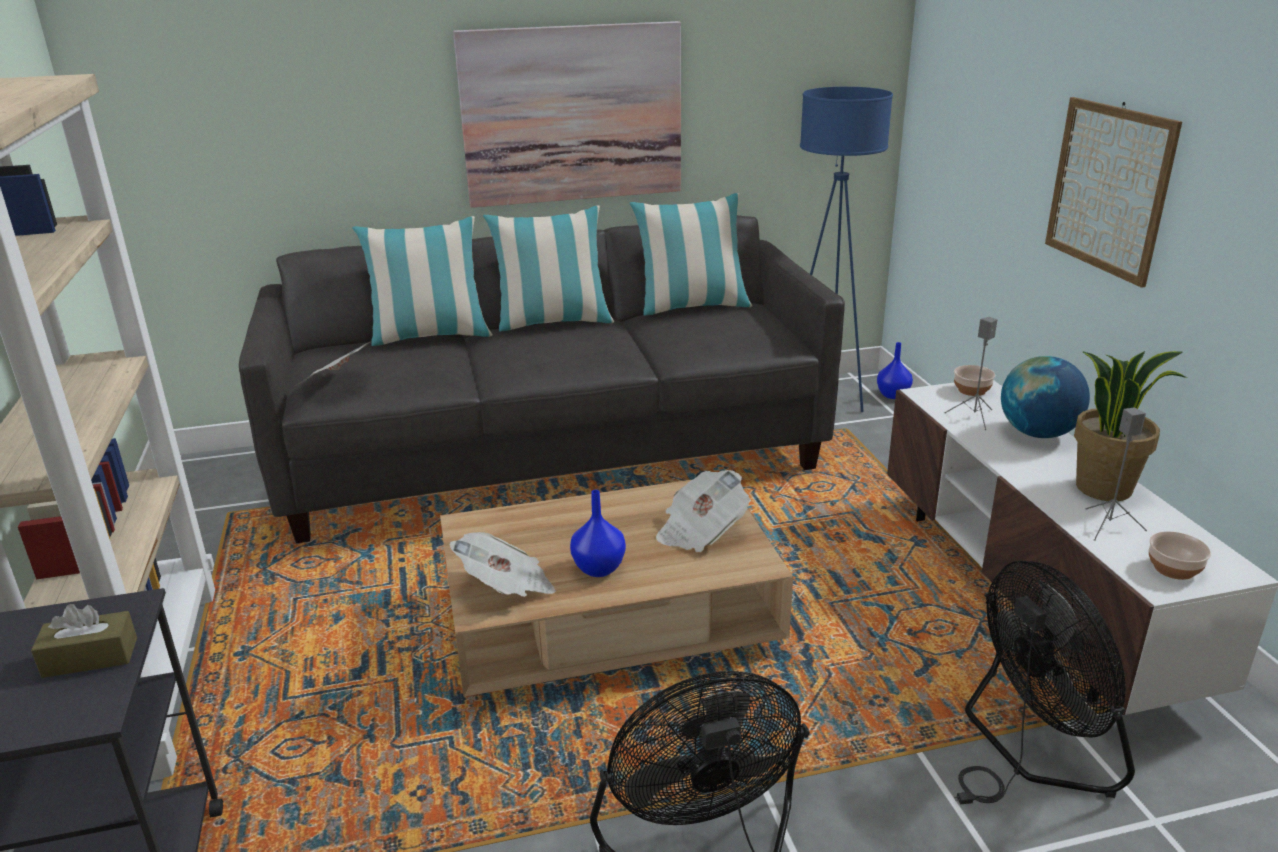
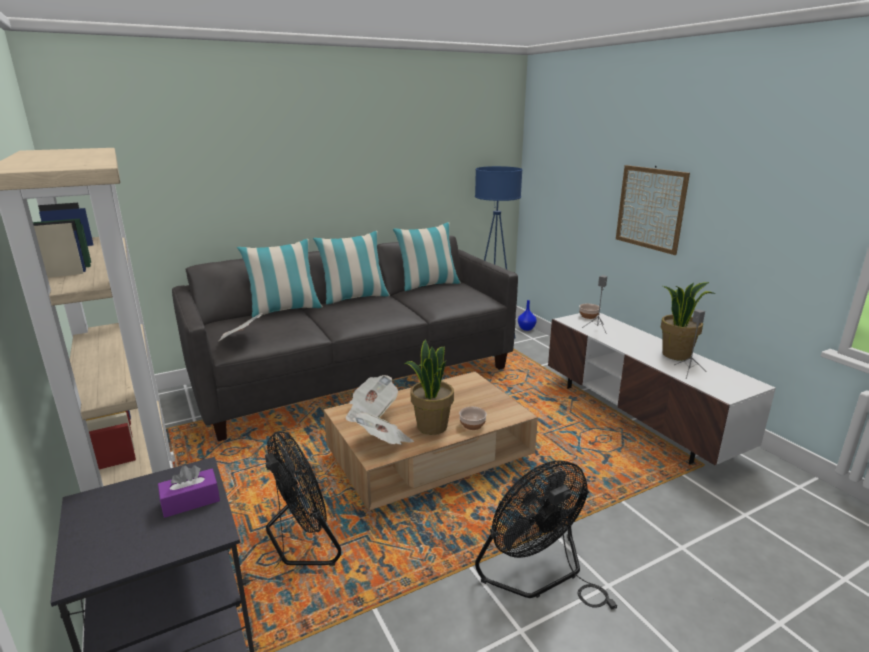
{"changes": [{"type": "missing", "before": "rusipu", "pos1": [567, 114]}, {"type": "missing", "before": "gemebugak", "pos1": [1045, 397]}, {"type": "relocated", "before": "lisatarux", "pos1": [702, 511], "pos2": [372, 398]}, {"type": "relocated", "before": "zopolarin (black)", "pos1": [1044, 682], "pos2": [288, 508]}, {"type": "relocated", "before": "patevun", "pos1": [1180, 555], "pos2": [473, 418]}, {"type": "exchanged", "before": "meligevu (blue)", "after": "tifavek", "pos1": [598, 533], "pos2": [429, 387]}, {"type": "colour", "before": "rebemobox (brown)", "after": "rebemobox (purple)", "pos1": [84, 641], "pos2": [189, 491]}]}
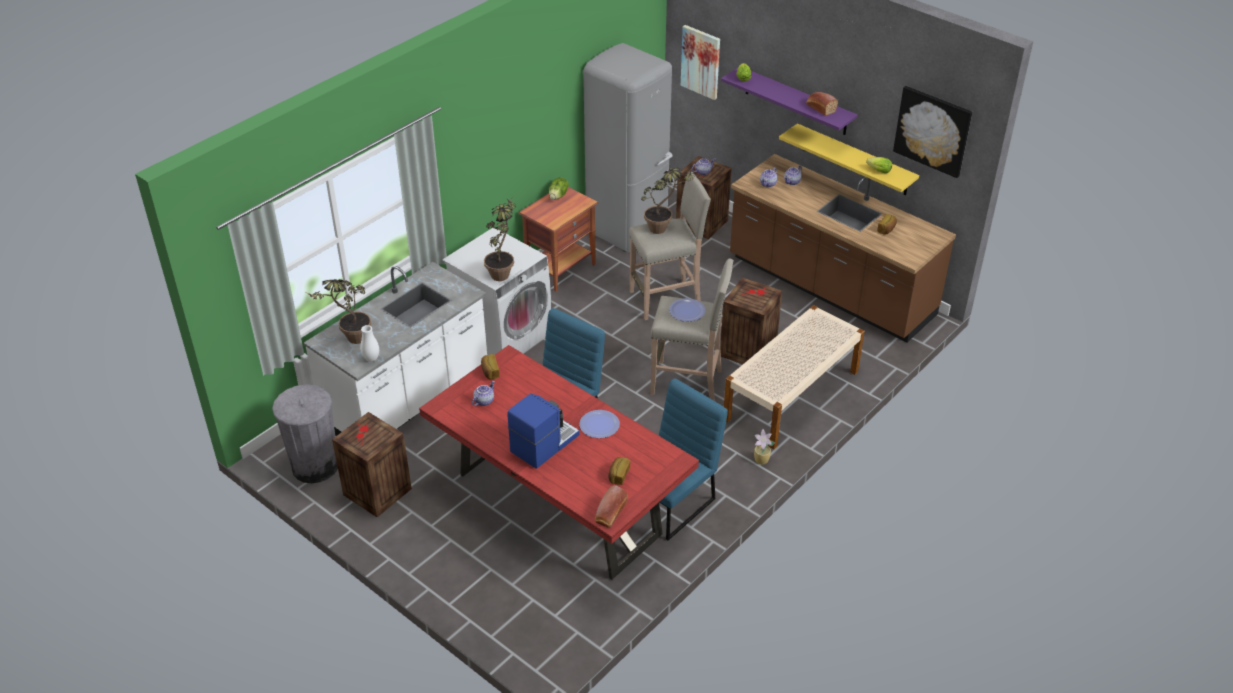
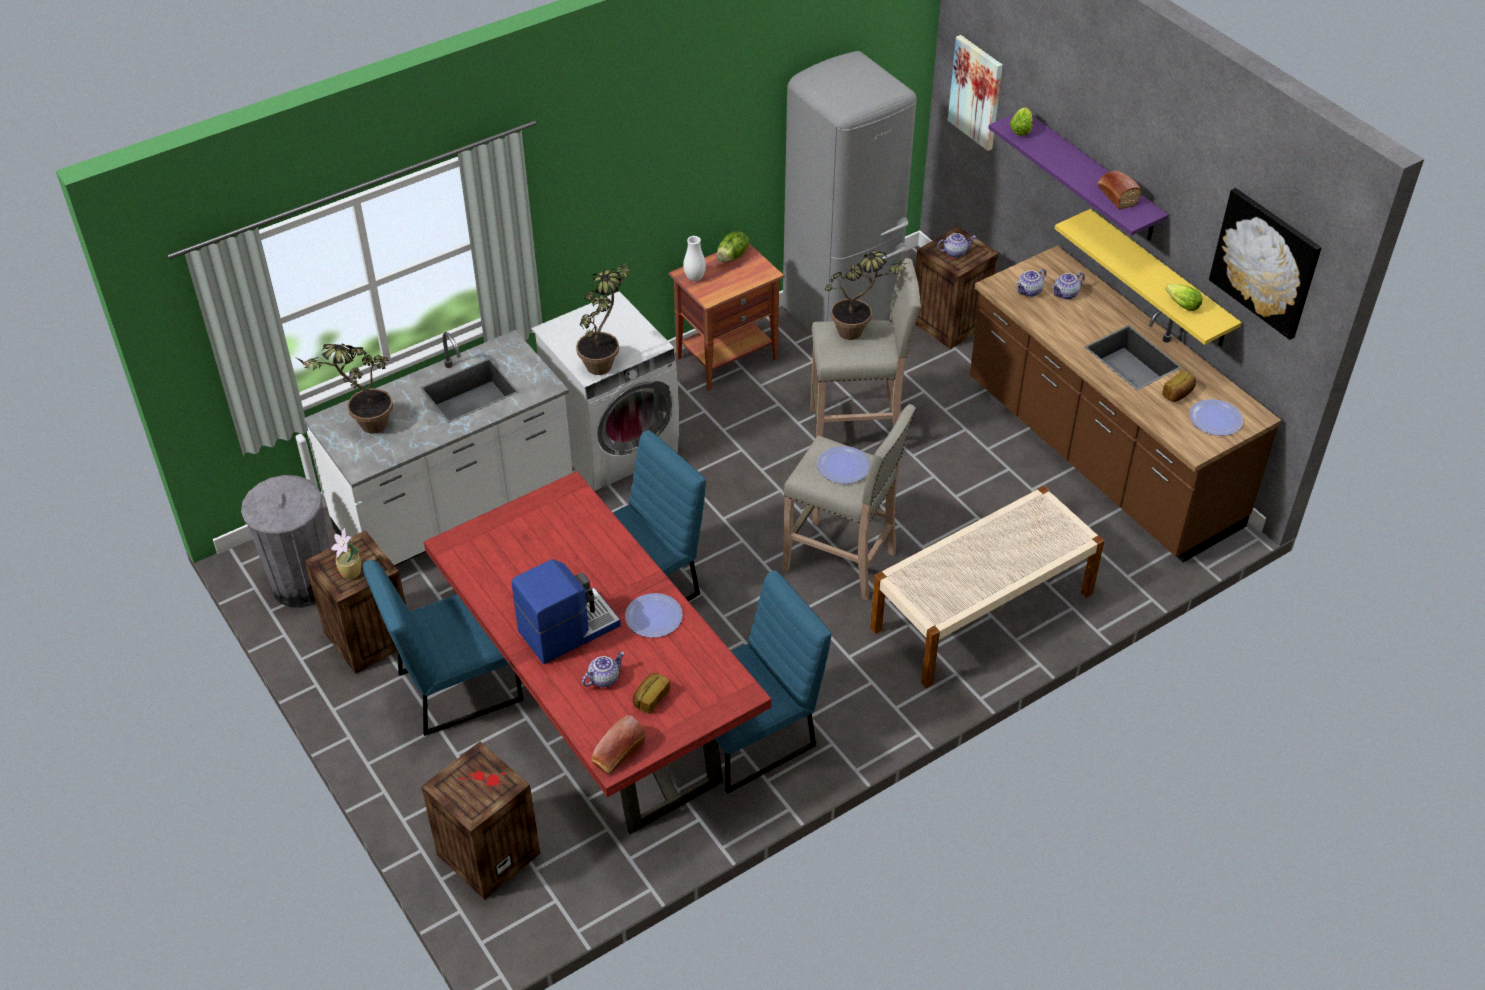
{"changes": [{"type": "missing", "before": "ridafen", "pos1": [490, 367]}, {"type": "appeared", "after": "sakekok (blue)", "pos2": [443, 648]}, {"type": "appeared", "after": "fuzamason", "pos2": [1216, 417]}, {"type": "relocated", "before": "meligevu (white)", "pos1": [369, 343], "pos2": [694, 258]}, {"type": "relocated", "before": "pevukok", "pos1": [483, 393], "pos2": [603, 669]}, {"type": "relocated", "before": "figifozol", "pos1": [751, 323], "pos2": [480, 820]}, {"type": "relocated", "before": "tifavek", "pos1": [764, 447], "pos2": [346, 553]}]}
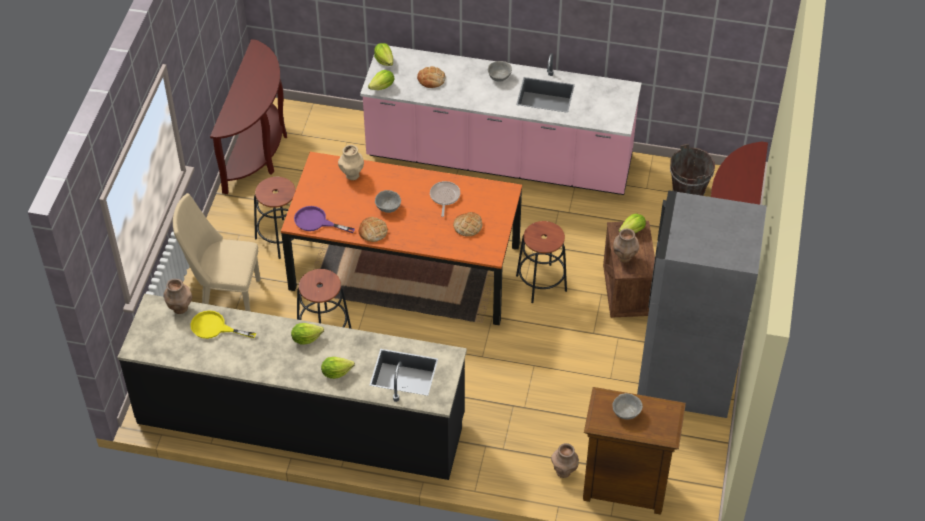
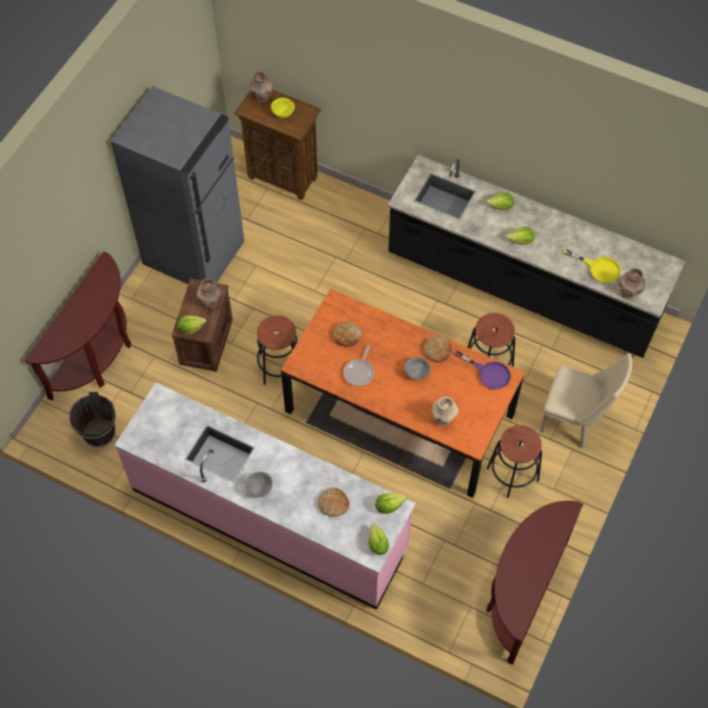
{"changes": [{"type": "relocated", "before": "meligevu (brown)", "pos1": [565, 460], "pos2": [261, 87]}, {"type": "colour", "before": "patevun (grey)", "after": "patevun (yellow)", "pos1": [627, 406], "pos2": [283, 108]}]}
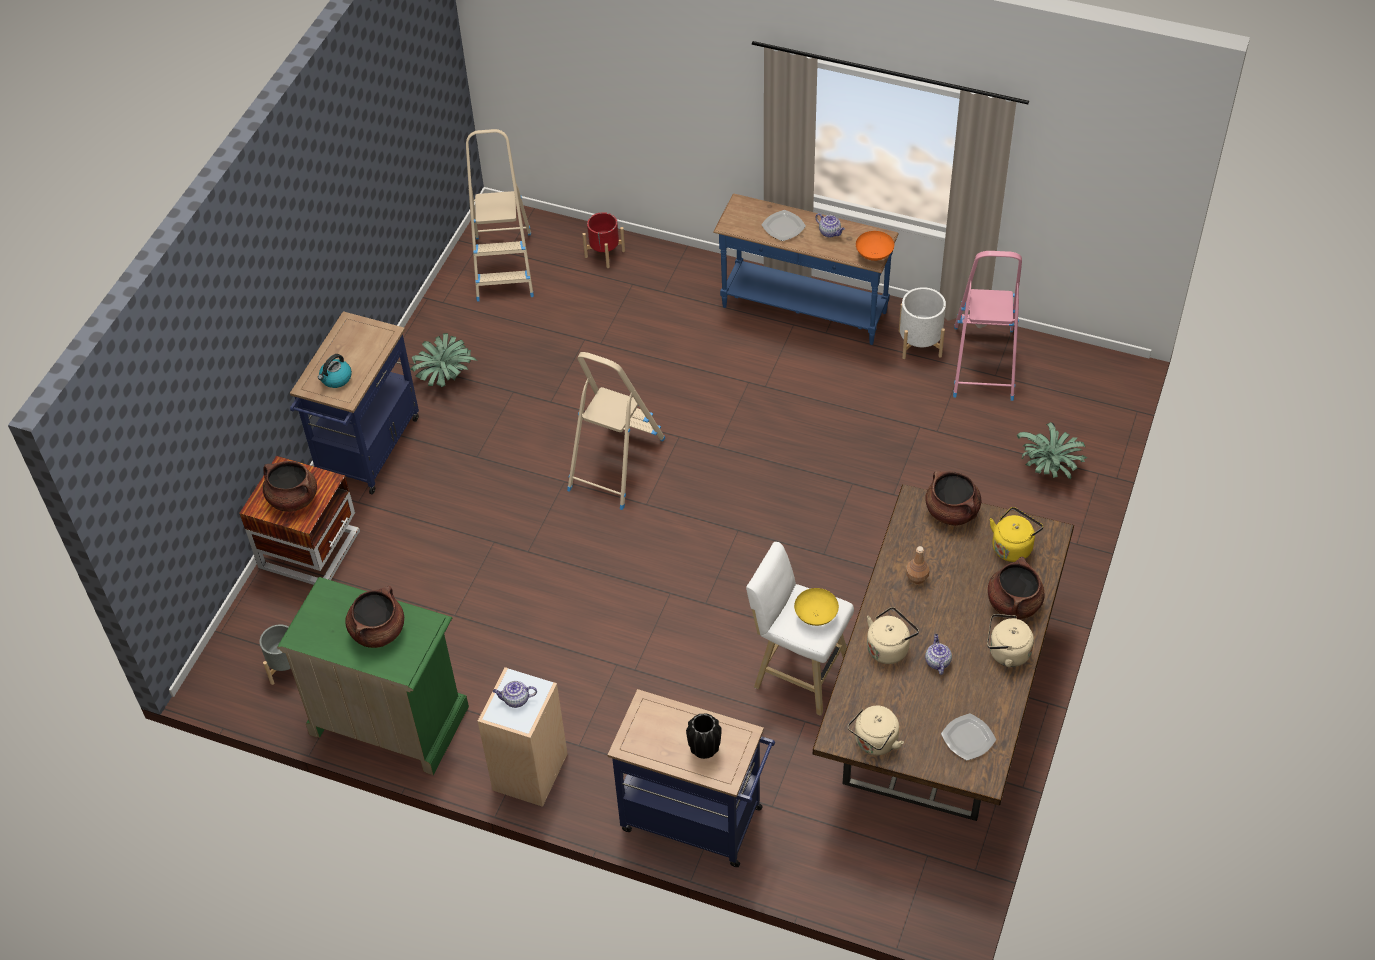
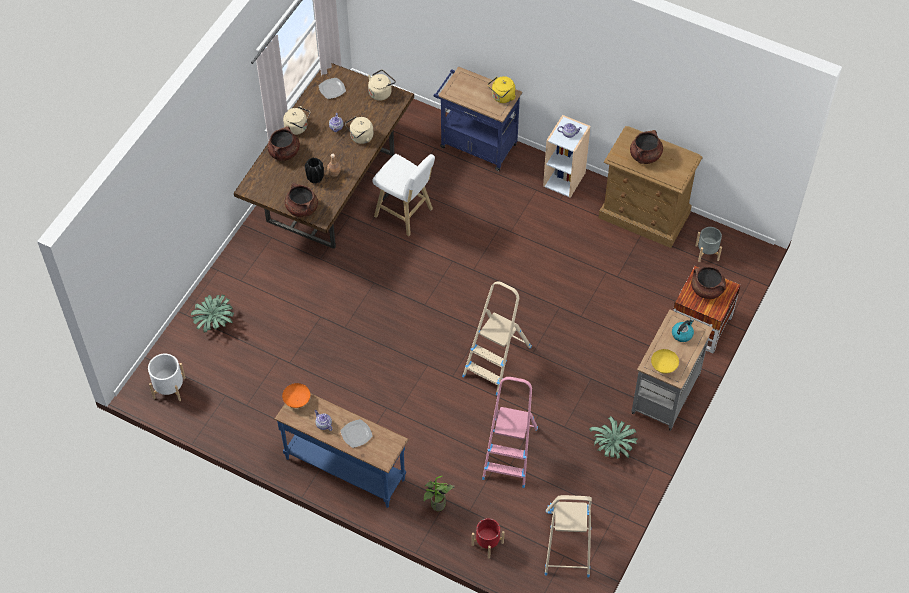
{"changes": [{"type": "appeared", "after": "tifavek", "pos2": [439, 493]}, {"type": "relocated", "before": "meligevu (black)", "pos1": [704, 736], "pos2": [314, 171]}, {"type": "relocated", "before": "patevun (yellow)", "pos1": [816, 607], "pos2": [665, 361]}, {"type": "relocated", "before": "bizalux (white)", "pos1": [922, 323], "pos2": [167, 377]}, {"type": "relocated", "before": "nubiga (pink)", "pos1": [987, 326], "pos2": [510, 432]}, {"type": "relocated", "before": "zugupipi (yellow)", "pos1": [1016, 534], "pos2": [501, 89]}, {"type": "colour", "before": "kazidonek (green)", "after": "kazidonek (brown)", "pos1": [373, 676], "pos2": [651, 187]}, {"type": "colour", "before": "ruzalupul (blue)", "after": "ruzalupul (grey)", "pos1": [354, 403], "pos2": [672, 369]}]}
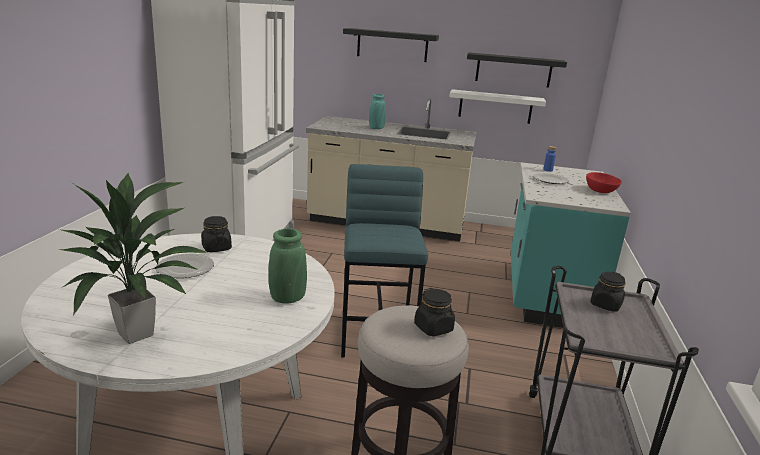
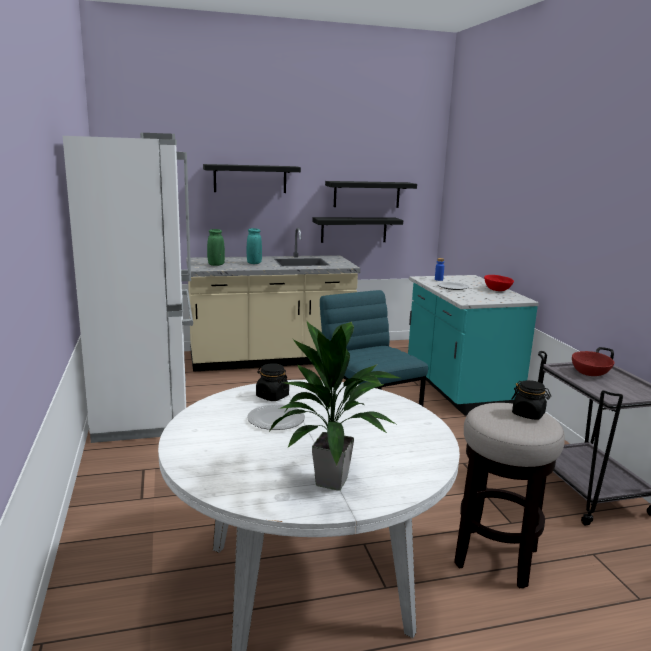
{"changes": [{"type": "relocated", "before": "meligevu (green)", "pos1": [287, 266], "pos2": [216, 247]}, {"type": "exchanged", "before": "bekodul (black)", "after": "patevun (red)", "pos1": [608, 292], "pos2": [593, 363]}, {"type": "colour", "before": "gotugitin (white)", "after": "gotugitin (black)", "pos1": [497, 106], "pos2": [357, 230]}]}
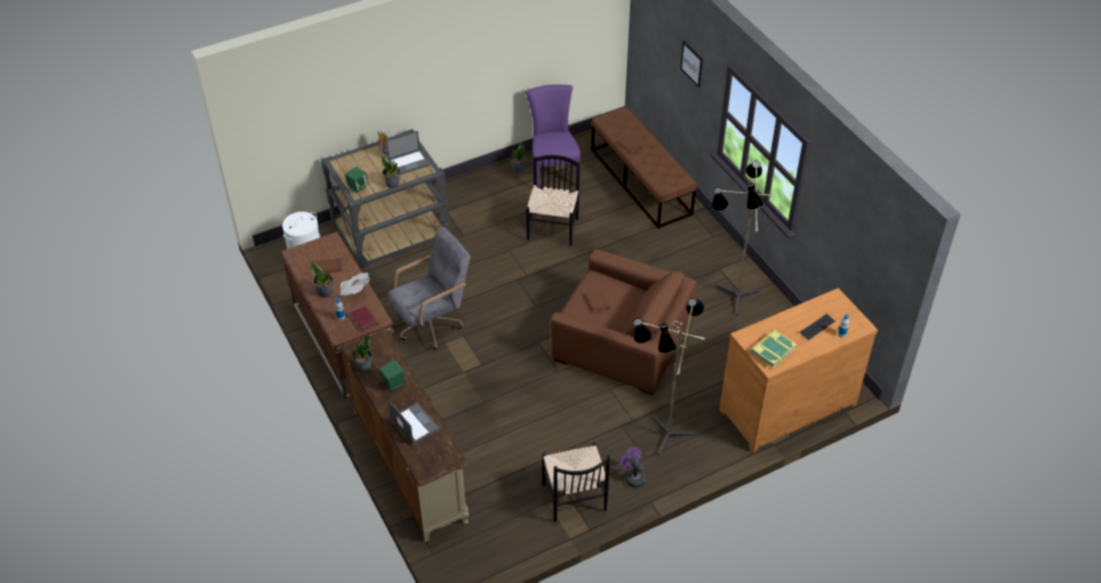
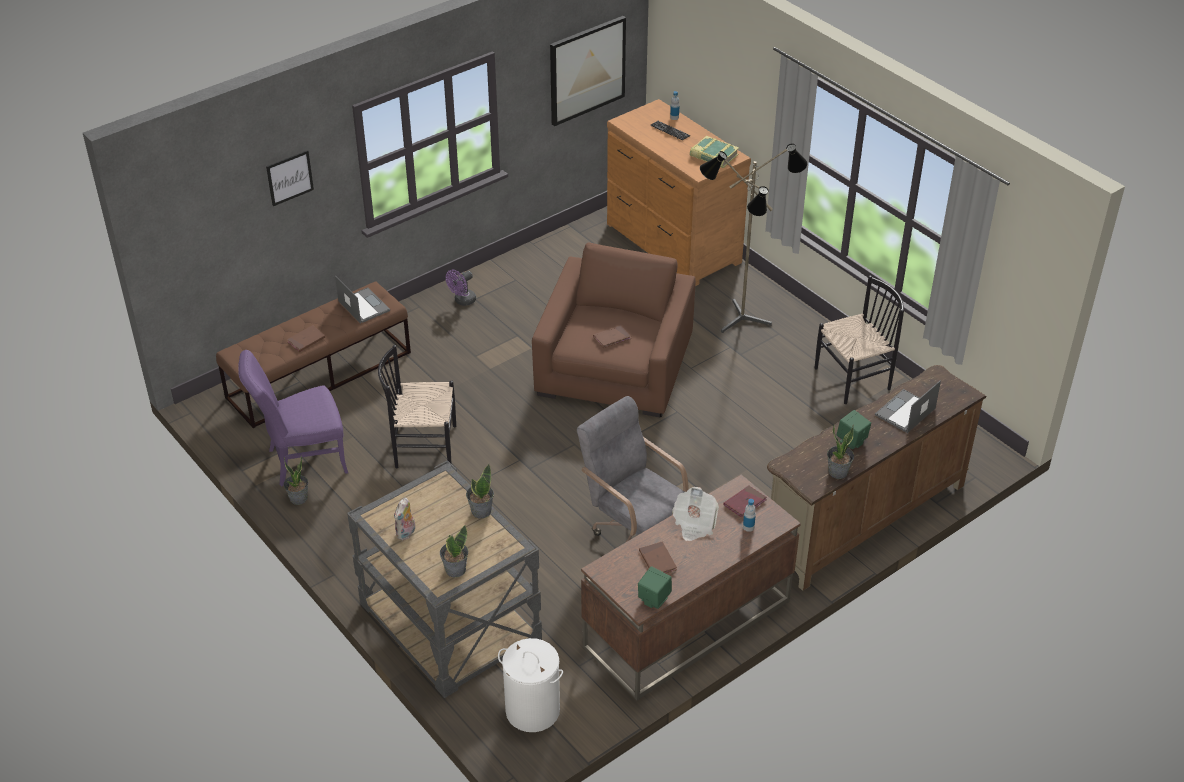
{"changes": [{"type": "missing", "before": "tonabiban", "pos1": [741, 238]}, {"type": "appeared", "after": "rusipu", "pos2": [588, 71]}, {"type": "relocated", "before": "tifavek", "pos1": [322, 280], "pos2": [454, 550]}, {"type": "relocated", "before": "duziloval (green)", "pos1": [356, 180], "pos2": [655, 587]}, {"type": "relocated", "before": "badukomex", "pos1": [408, 153], "pos2": [362, 300]}, {"type": "relocated", "before": "zopolarin (purple)", "pos1": [632, 467], "pos2": [461, 288]}]}
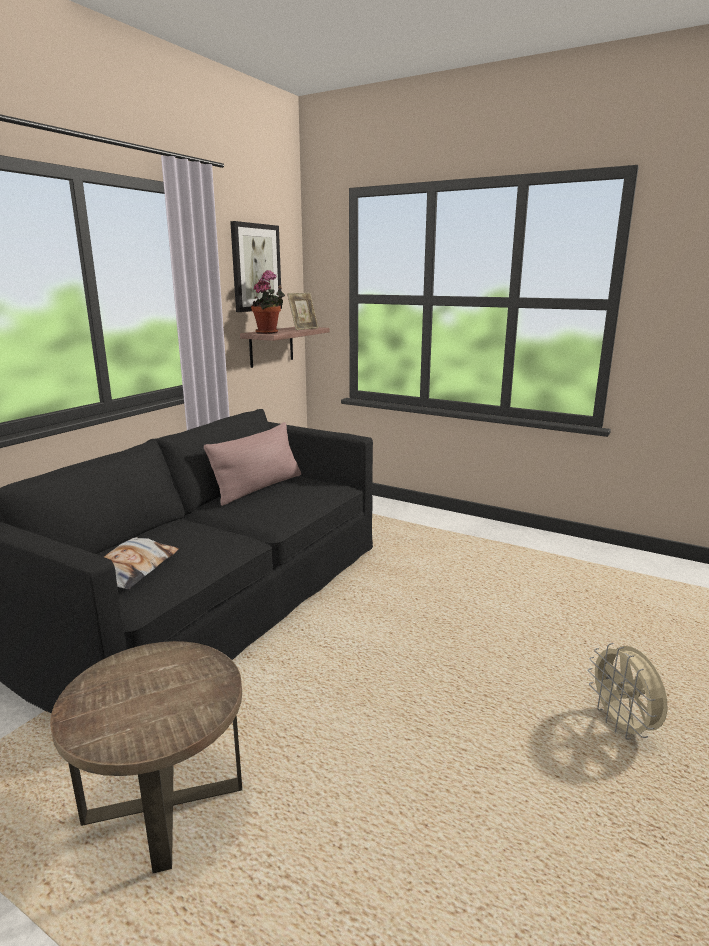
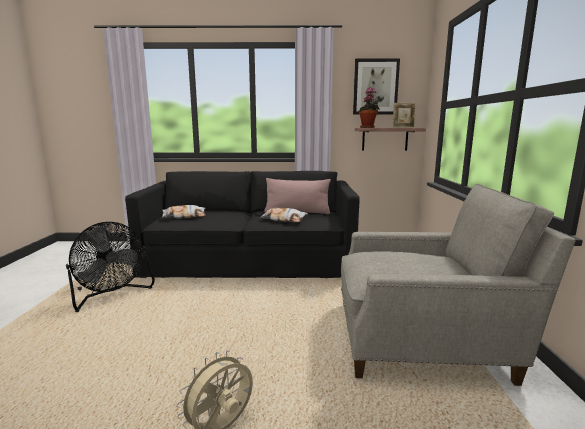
{"changes": [{"type": "appeared", "after": "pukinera", "pos2": [283, 215]}, {"type": "appeared", "after": "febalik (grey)", "pos2": [458, 285]}, {"type": "exchanged", "before": "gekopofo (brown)", "after": "zopolarin (black)", "pos1": [146, 757], "pos2": [110, 267]}]}
